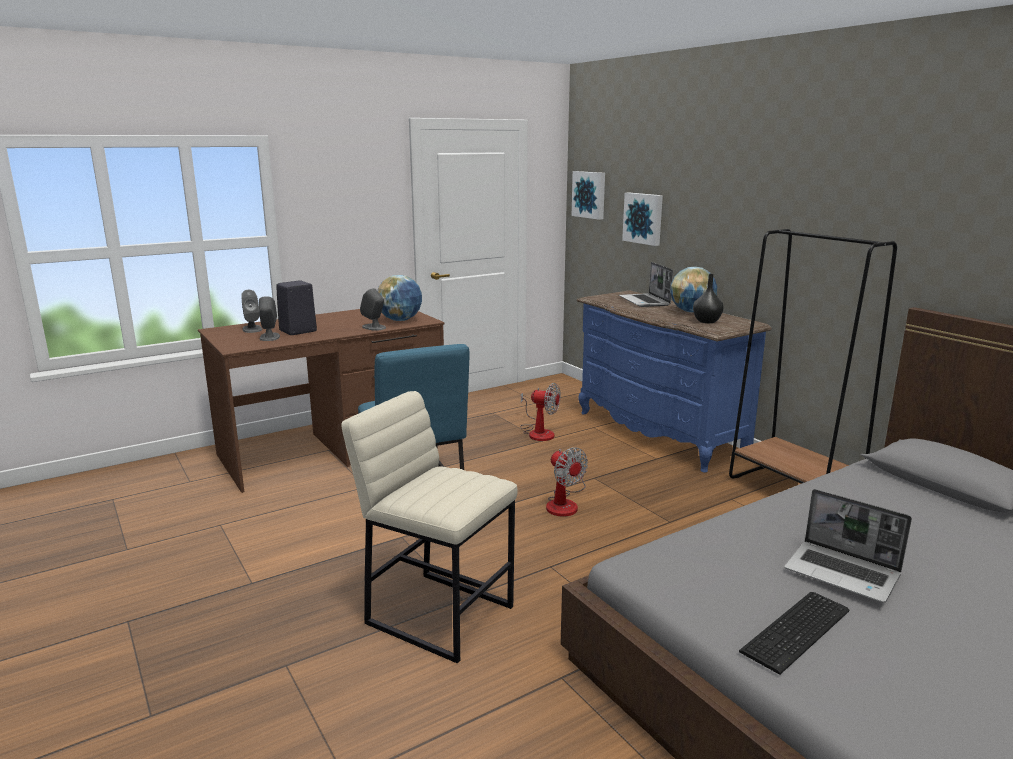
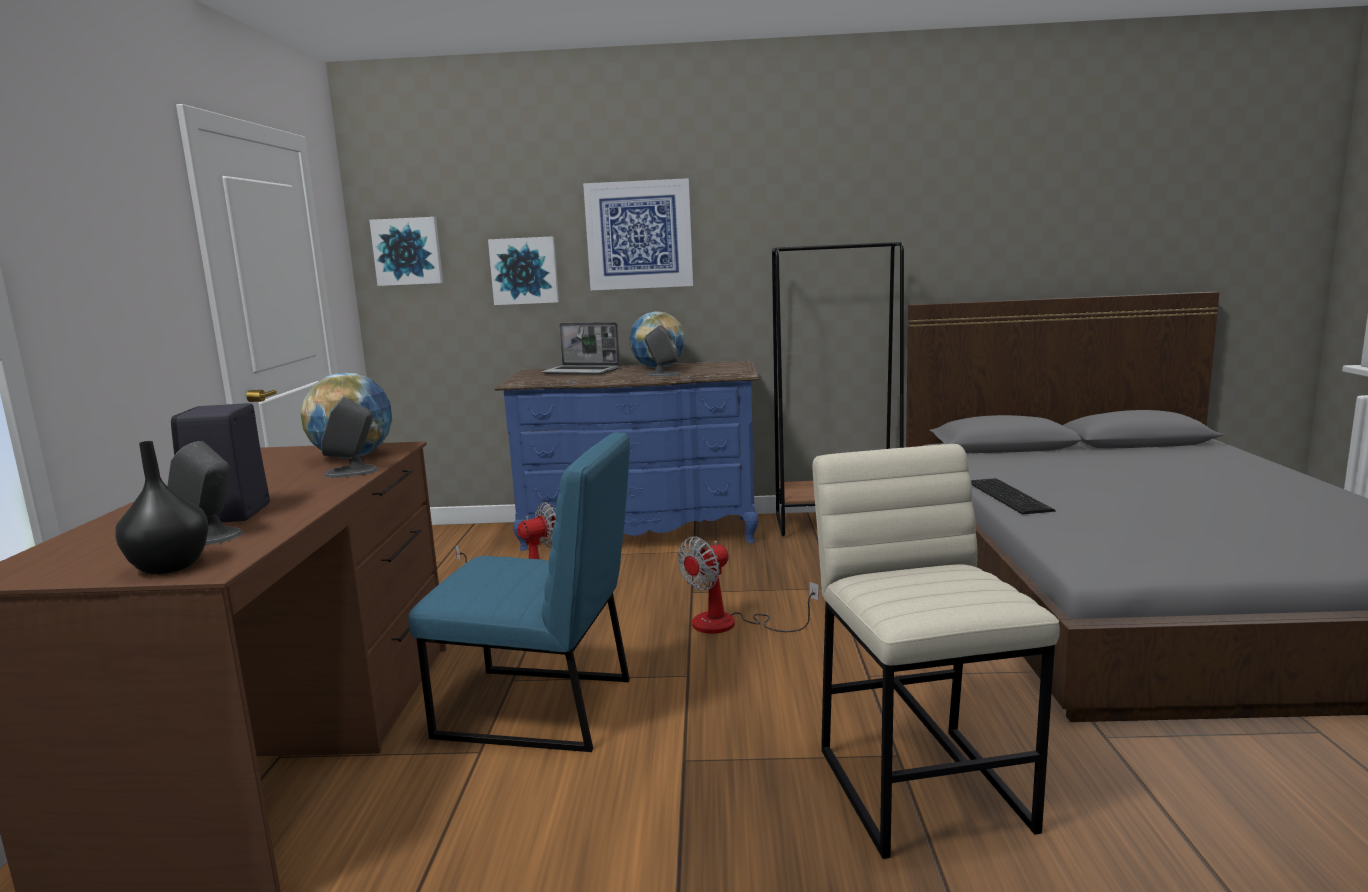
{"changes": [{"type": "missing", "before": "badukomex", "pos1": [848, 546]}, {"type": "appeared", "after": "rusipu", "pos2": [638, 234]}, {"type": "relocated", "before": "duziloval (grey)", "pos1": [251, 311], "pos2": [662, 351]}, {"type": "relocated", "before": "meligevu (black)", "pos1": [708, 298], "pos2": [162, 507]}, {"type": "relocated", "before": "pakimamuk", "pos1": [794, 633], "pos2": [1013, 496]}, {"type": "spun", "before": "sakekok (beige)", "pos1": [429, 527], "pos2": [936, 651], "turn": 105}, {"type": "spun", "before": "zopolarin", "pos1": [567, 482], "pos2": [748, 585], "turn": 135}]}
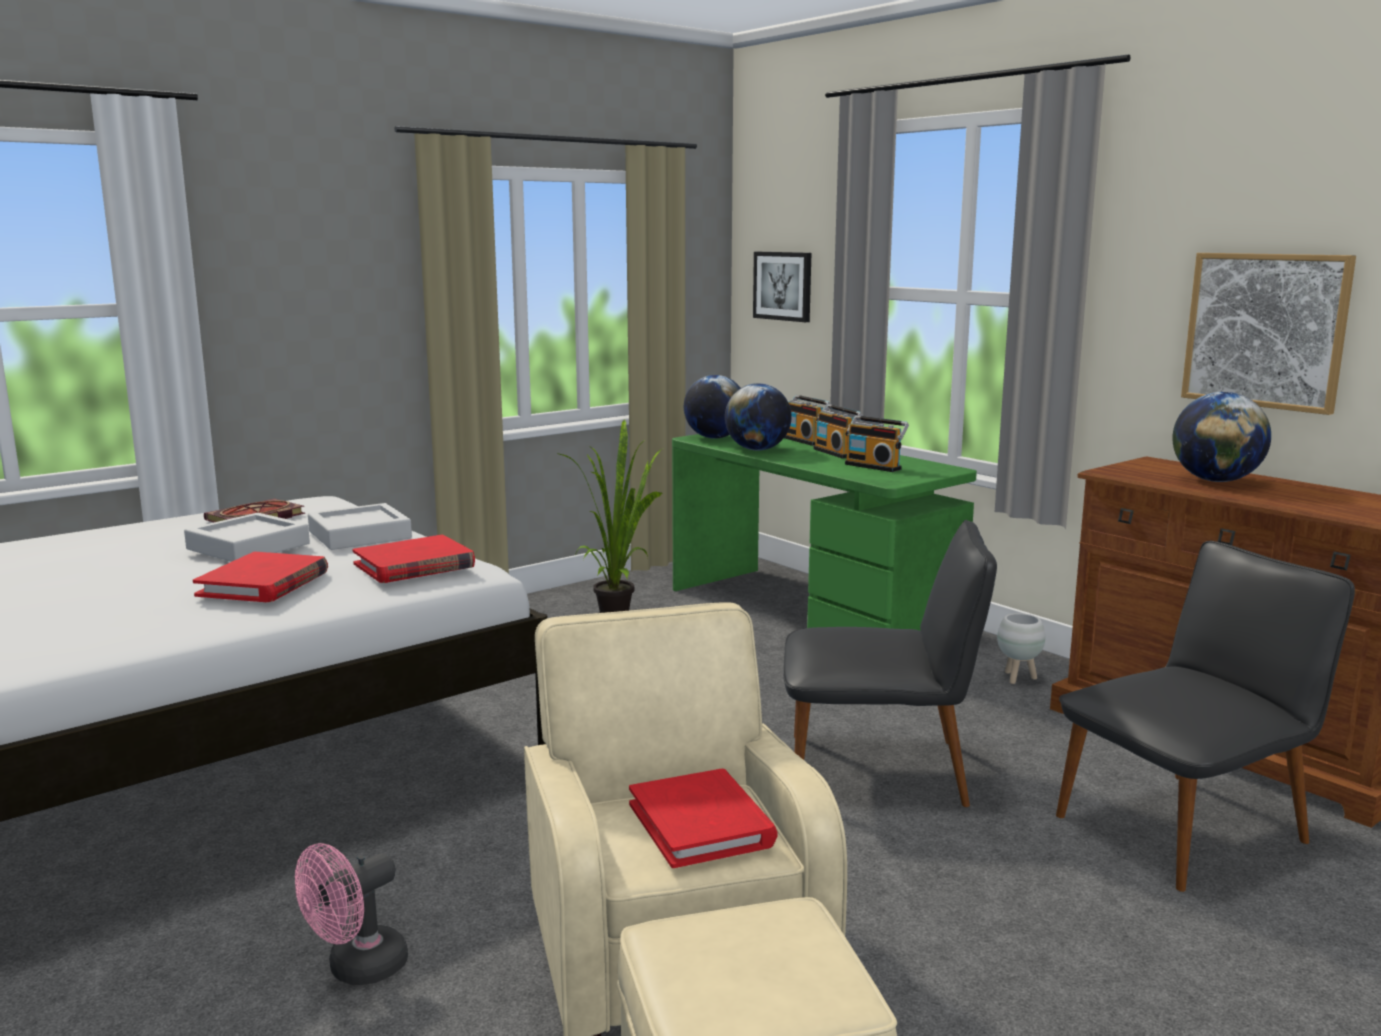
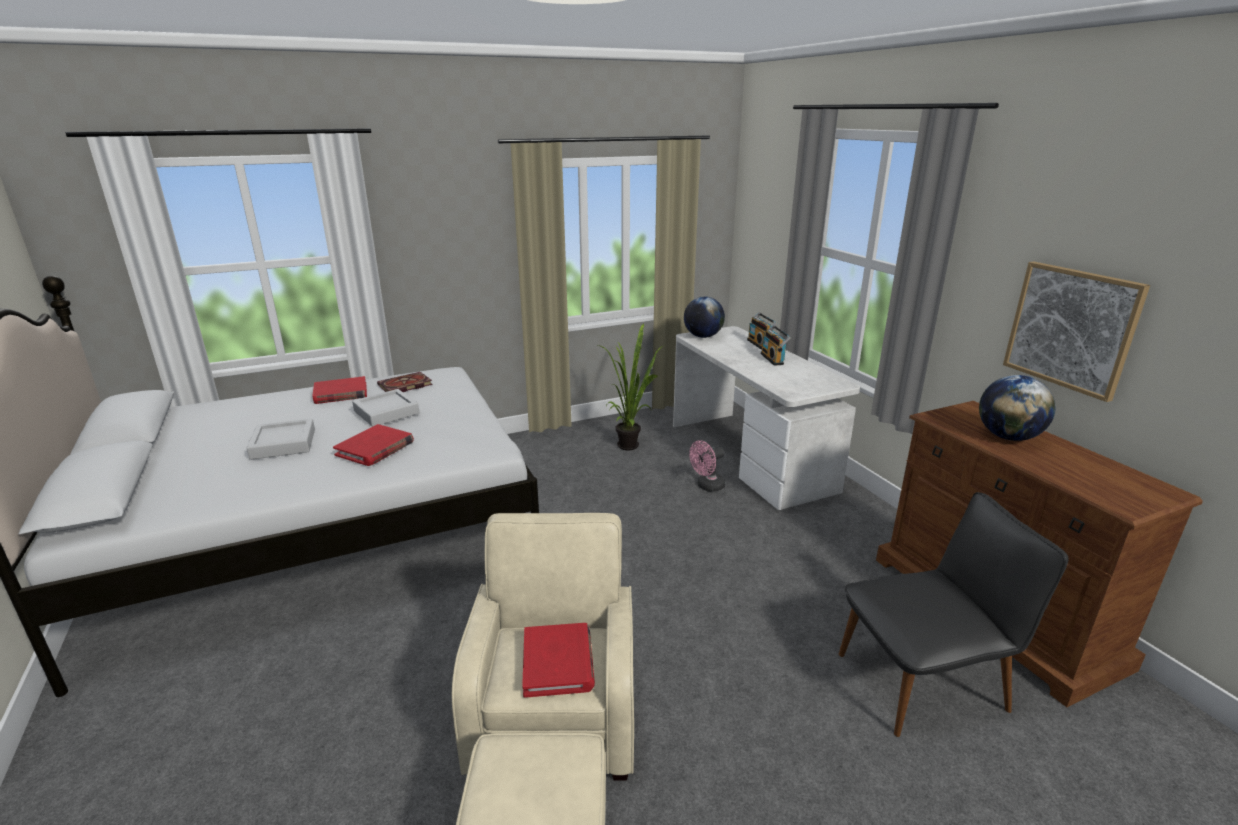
{"changes": [{"type": "missing", "before": "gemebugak", "pos1": [758, 417]}, {"type": "missing", "before": "rusipu", "pos1": [782, 287]}, {"type": "missing", "before": "sakekok (black)", "pos1": [890, 663]}, {"type": "missing", "before": "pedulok", "pos1": [877, 443]}, {"type": "missing", "before": "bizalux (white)", "pos1": [1021, 648]}, {"type": "relocated", "before": "zopolarin (pink)", "pos1": [351, 914], "pos2": [707, 466]}, {"type": "relocated", "before": "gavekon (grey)", "pos1": [360, 526], "pos2": [281, 439]}, {"type": "relocated", "before": "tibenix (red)", "pos1": [413, 559], "pos2": [339, 390]}, {"type": "colour", "before": "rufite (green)", "after": "rufite (white)", "pos1": [824, 532], "pos2": [766, 418]}]}
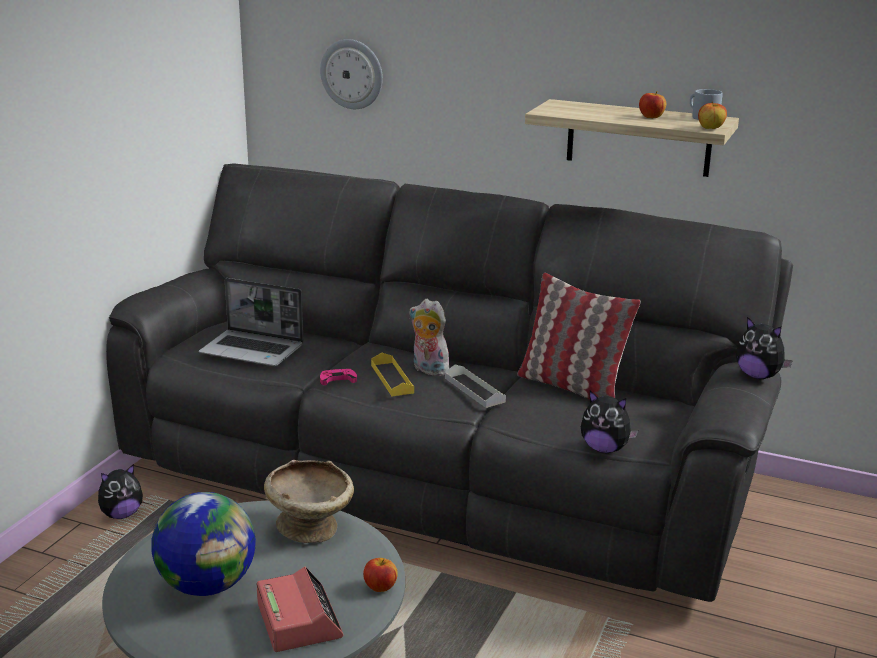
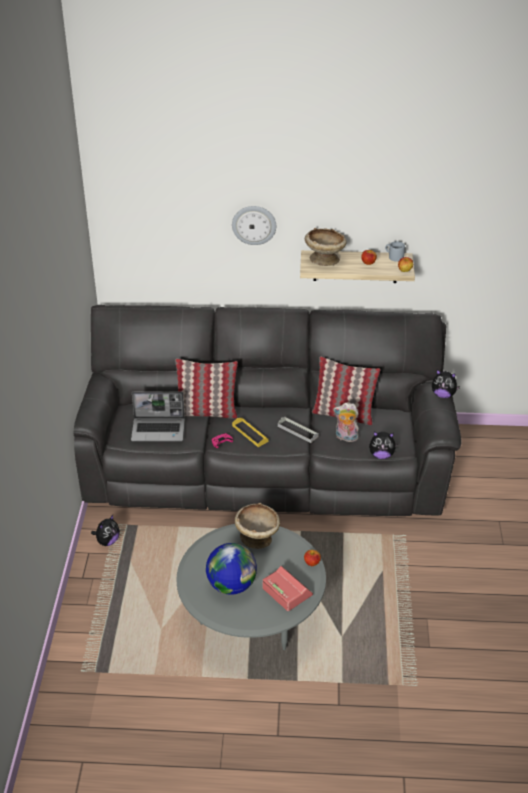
{"changes": [{"type": "appeared", "after": "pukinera", "pos2": [206, 388]}, {"type": "appeared", "after": "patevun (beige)", "pos2": [326, 247]}, {"type": "relocated", "before": "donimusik", "pos1": [351, 74], "pos2": [254, 225]}, {"type": "relocated", "before": "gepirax", "pos1": [429, 337], "pos2": [346, 422]}]}
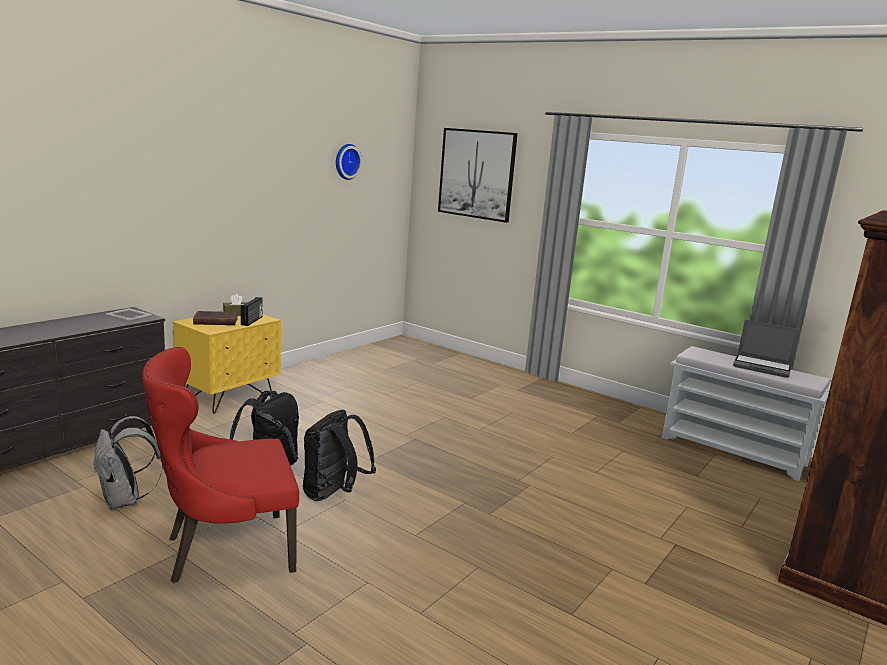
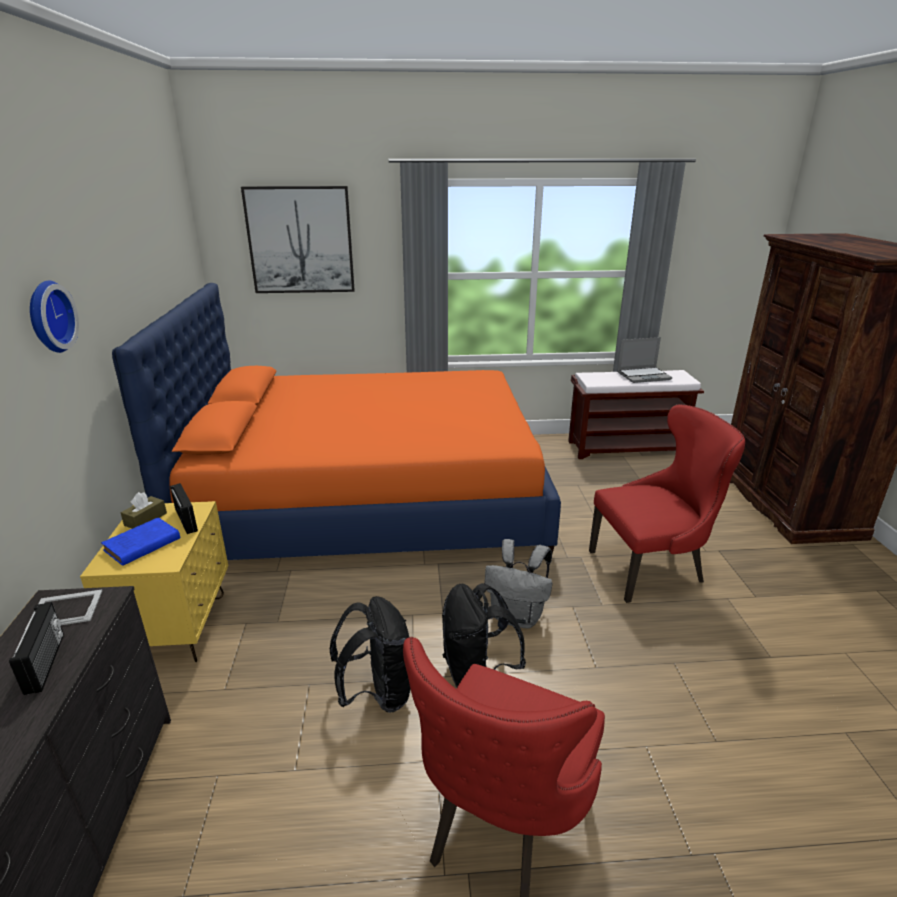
{"changes": [{"type": "appeared", "after": "pedulok", "pos2": [36, 648]}, {"type": "appeared", "after": "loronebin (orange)", "pos2": [336, 421]}, {"type": "appeared", "after": "sakekok (red)", "pos2": [667, 503]}, {"type": "relocated", "before": "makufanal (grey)", "pos1": [128, 462], "pos2": [518, 584]}, {"type": "relocated", "before": "donimusik", "pos1": [349, 162], "pos2": [54, 316]}, {"type": "colour", "before": "tibenix (brown)", "after": "tibenix (blue)", "pos1": [215, 318], "pos2": [140, 541]}, {"type": "colour", "before": "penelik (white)", "after": "penelik (brown)", "pos1": [746, 413], "pos2": [636, 414]}]}
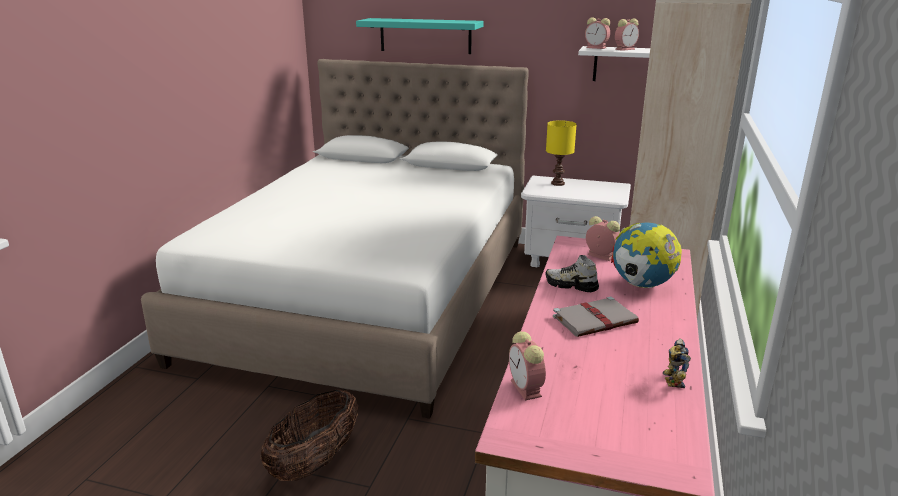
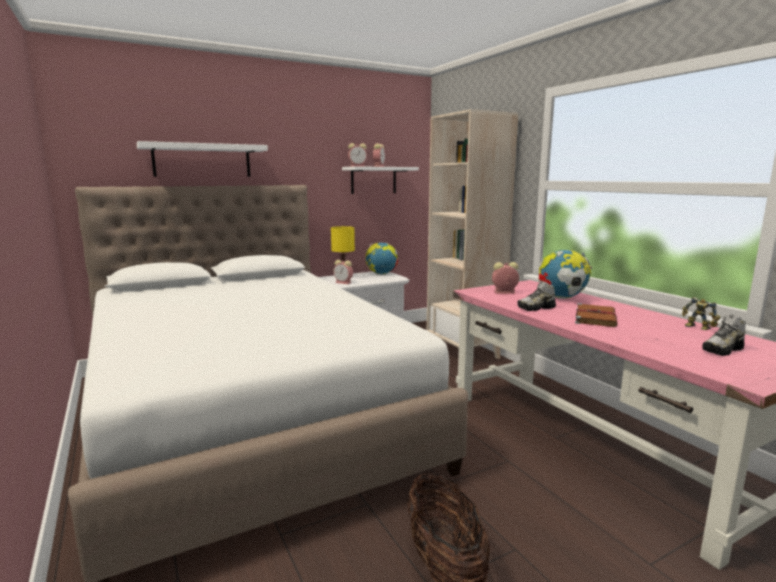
{"changes": [{"type": "appeared", "after": "gemebugak", "pos2": [382, 258]}, {"type": "appeared", "after": "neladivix", "pos2": [724, 335]}, {"type": "relocated", "before": "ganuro", "pos1": [527, 365], "pos2": [343, 272]}, {"type": "colour", "before": "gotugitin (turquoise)", "after": "gotugitin (white)", "pos1": [419, 36], "pos2": [202, 159]}, {"type": "colour", "before": "tibenix (grey)", "after": "tibenix (brown)", "pos1": [596, 317], "pos2": [596, 315]}]}
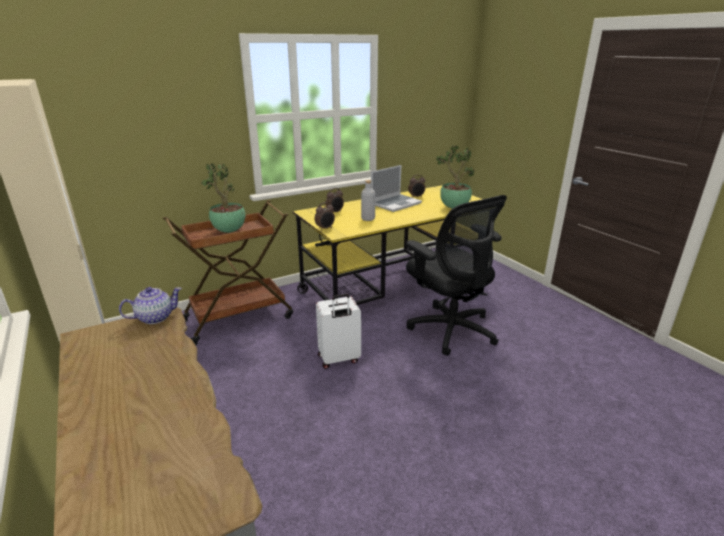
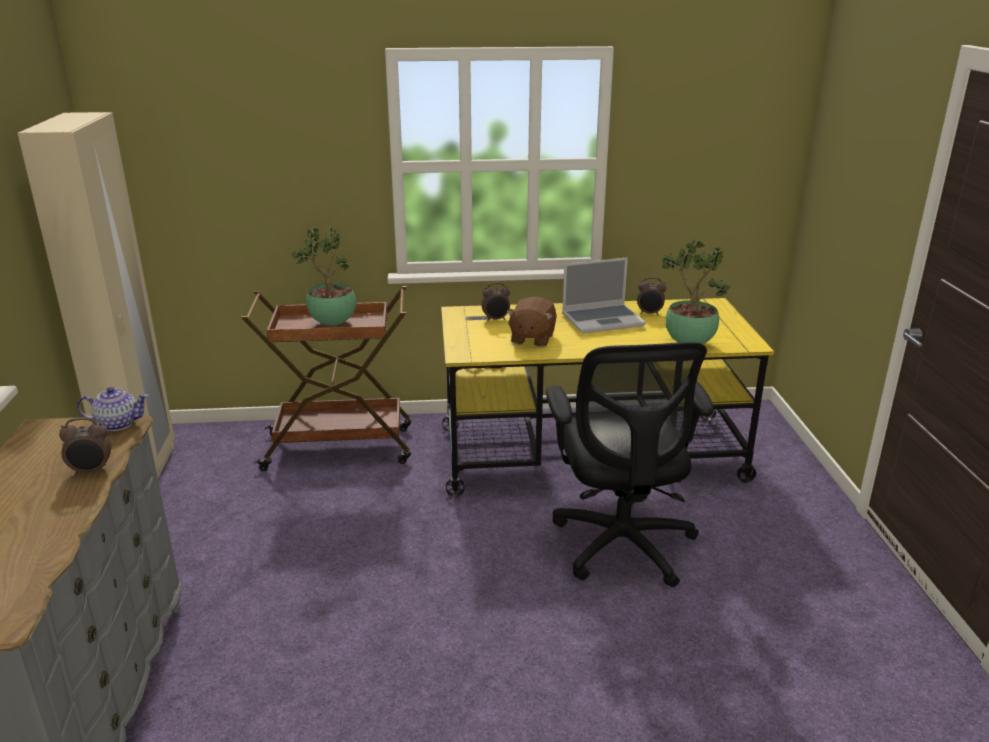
{"changes": [{"type": "missing", "before": "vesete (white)", "pos1": [338, 331]}, {"type": "relocated", "before": "ganuro", "pos1": [325, 216], "pos2": [85, 446]}, {"type": "exchanged", "before": "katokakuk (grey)", "after": "gepirax (brown)", "pos1": [368, 200], "pos2": [531, 322]}]}
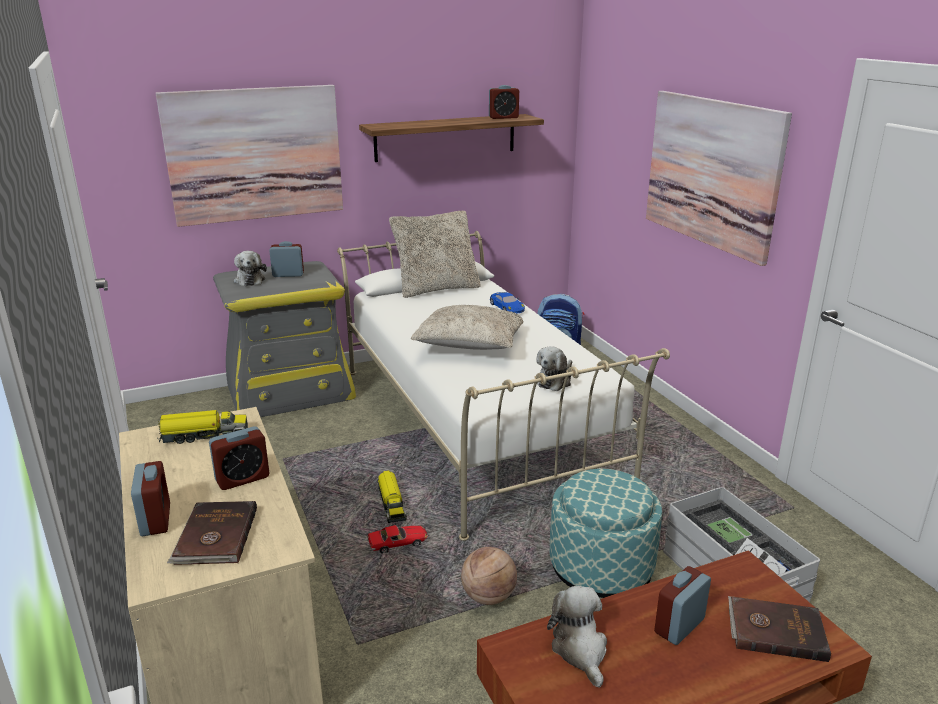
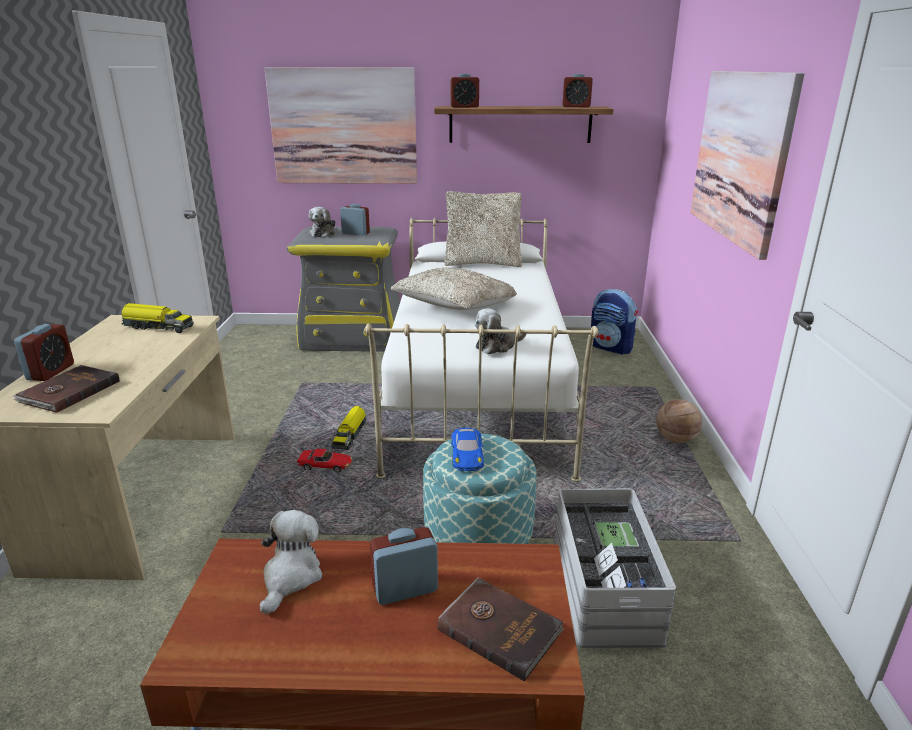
{"changes": [{"type": "relocated", "before": "ganuro", "pos1": [239, 458], "pos2": [464, 91]}, {"type": "relocated", "before": "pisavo", "pos1": [489, 576], "pos2": [679, 421]}, {"type": "relocated", "before": "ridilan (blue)", "pos1": [507, 303], "pos2": [467, 449]}]}
